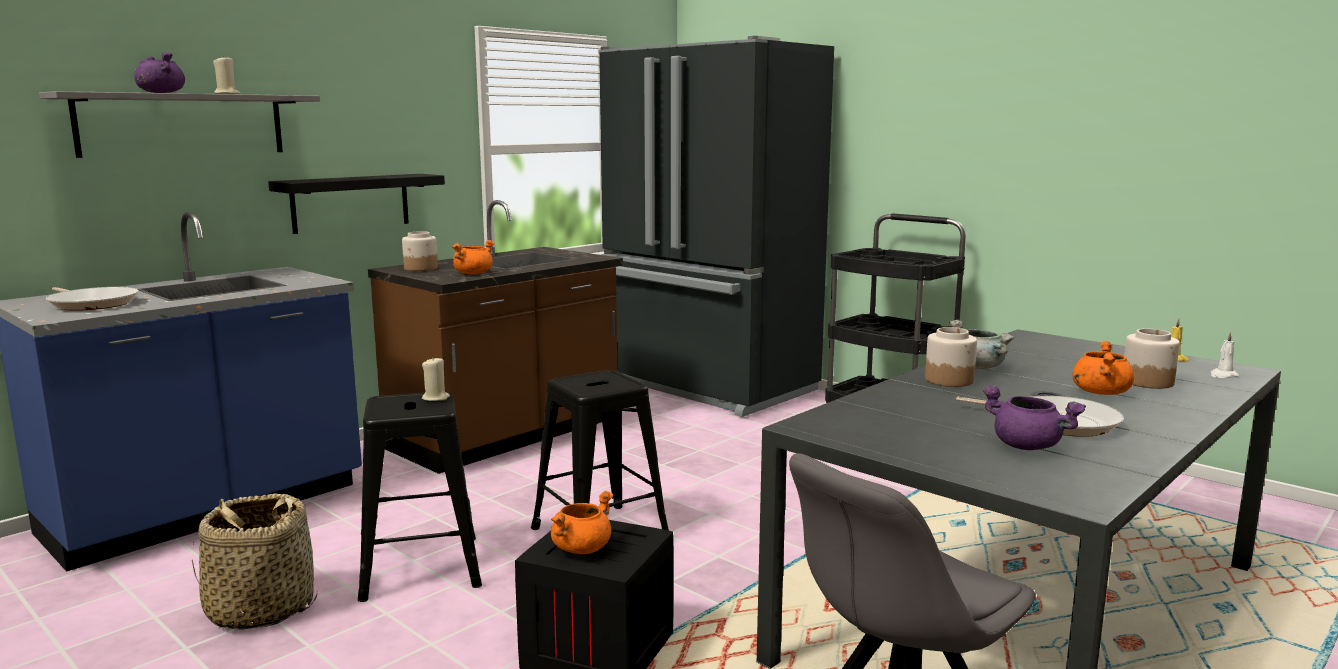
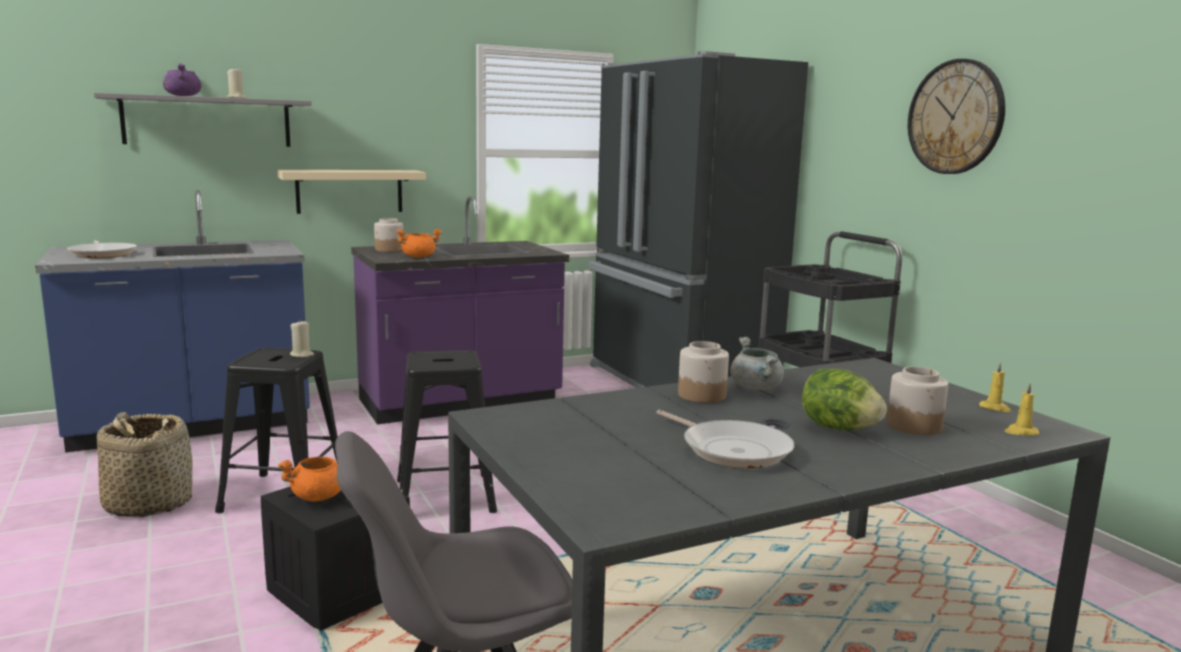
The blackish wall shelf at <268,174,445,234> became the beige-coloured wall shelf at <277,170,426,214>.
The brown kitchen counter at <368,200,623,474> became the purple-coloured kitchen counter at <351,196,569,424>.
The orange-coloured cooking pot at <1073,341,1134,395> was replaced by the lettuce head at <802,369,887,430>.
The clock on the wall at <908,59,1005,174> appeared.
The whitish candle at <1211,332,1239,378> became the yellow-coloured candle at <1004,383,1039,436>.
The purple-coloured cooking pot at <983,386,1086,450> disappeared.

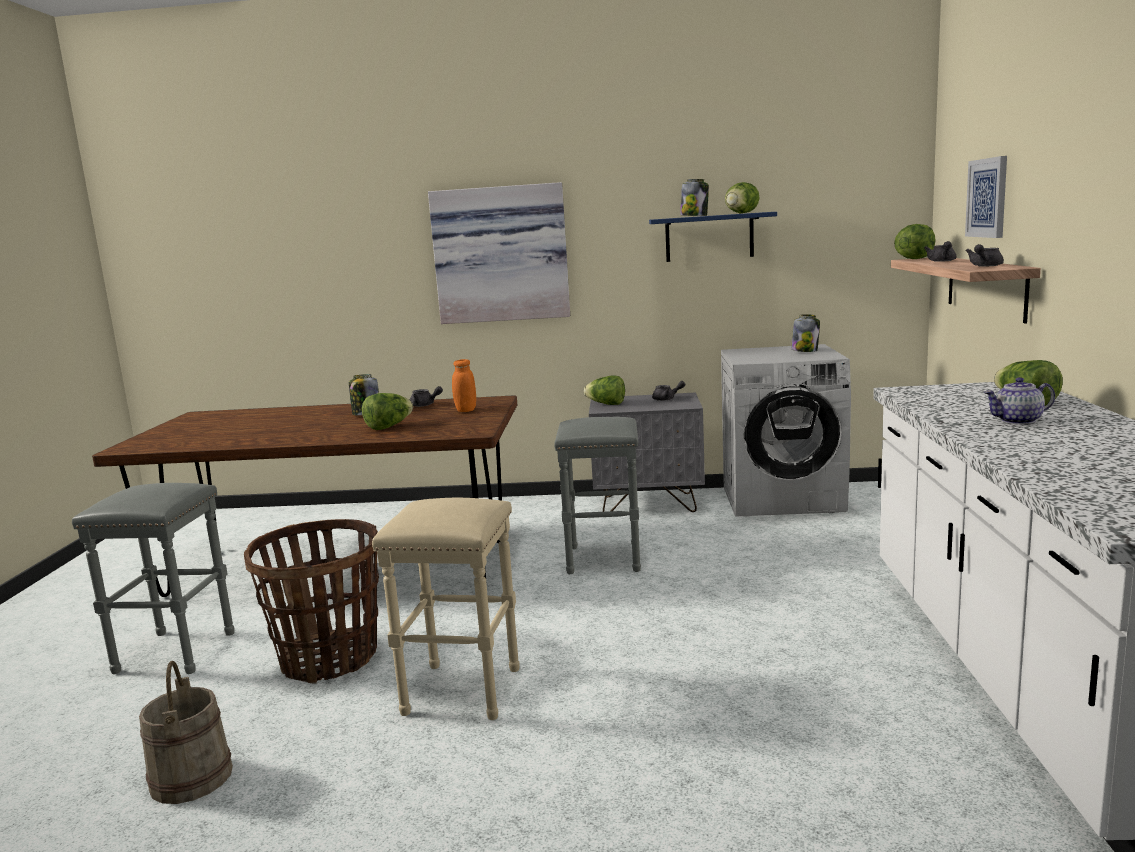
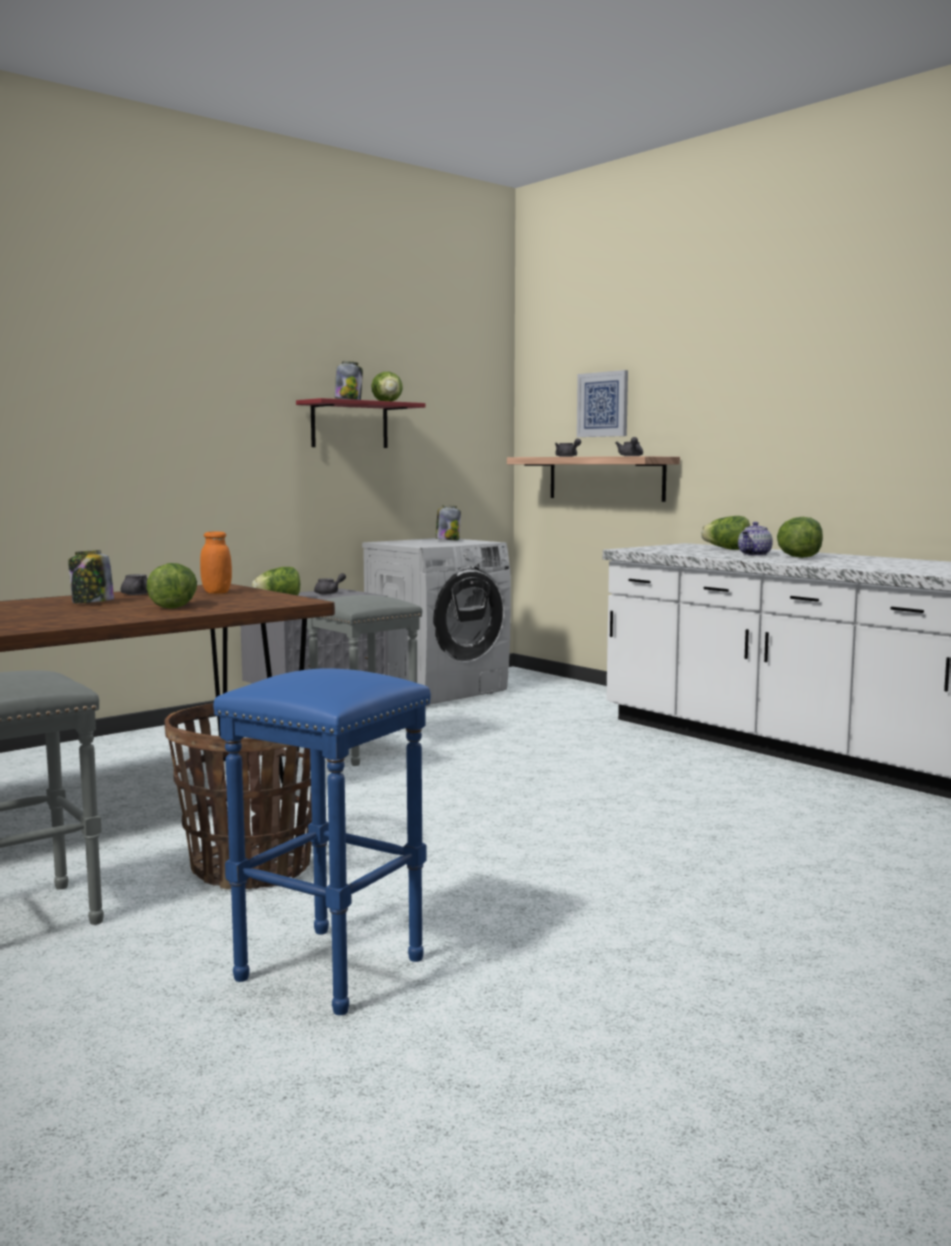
The beige-coloured water bucket at <139,661,233,804> was replaced by the blue stool seat at <213,668,431,1015>.
The blue wall shelf at <649,212,777,262> became the reddish wall shelf at <296,398,426,448>.
The lettuce head moved from <894,224,936,259> to <777,517,823,558>.
The beige-coloured stool seat at <372,498,520,720> disappeared.
The picture at <428,182,570,324> disappeared.

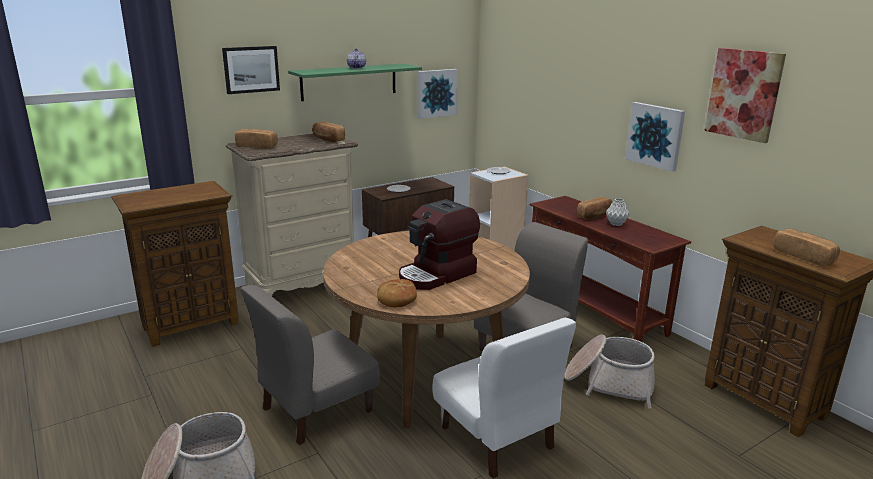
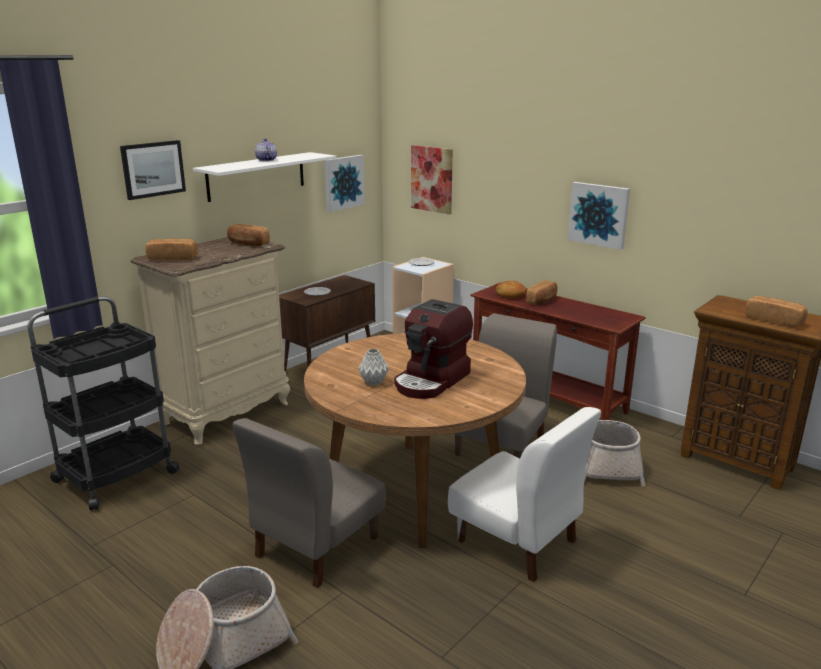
The brown cabinet at <111,181,239,347> was replaced by the blackish wheeled cart at <28,296,180,511>.
The green wall shelf at <288,64,422,101> became the whitish wall shelf at <193,152,336,202>.
The grey flower vase moved from <606,198,630,226> to <358,349,389,386>.
The picture moved from <705,48,786,143> to <411,145,453,214>.
The bread moved from <377,279,417,307> to <496,281,526,299>.

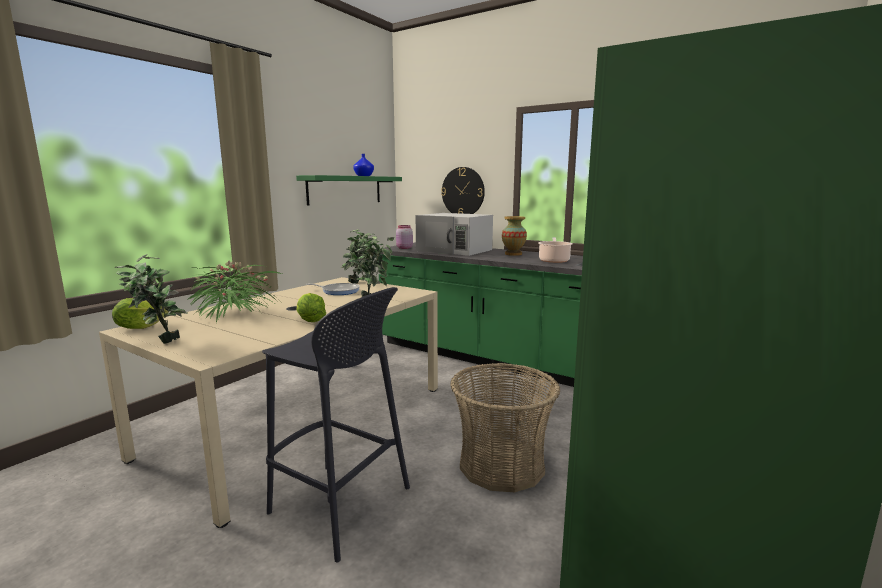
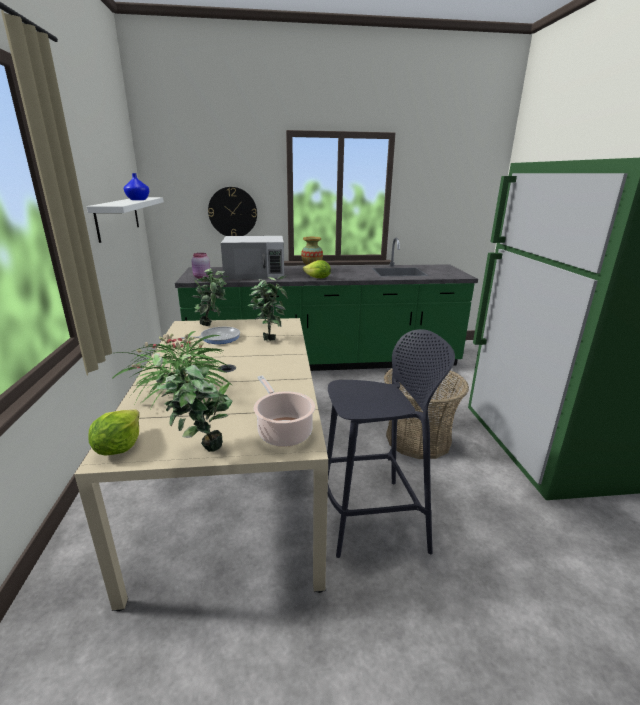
The green wall shelf at <296,175,402,205> became the whitish wall shelf at <87,197,164,243>.
The cooking pot moved from <538,237,573,263> to <254,376,315,447>.
The lettuce head moved from <296,293,326,322> to <303,260,331,278>.

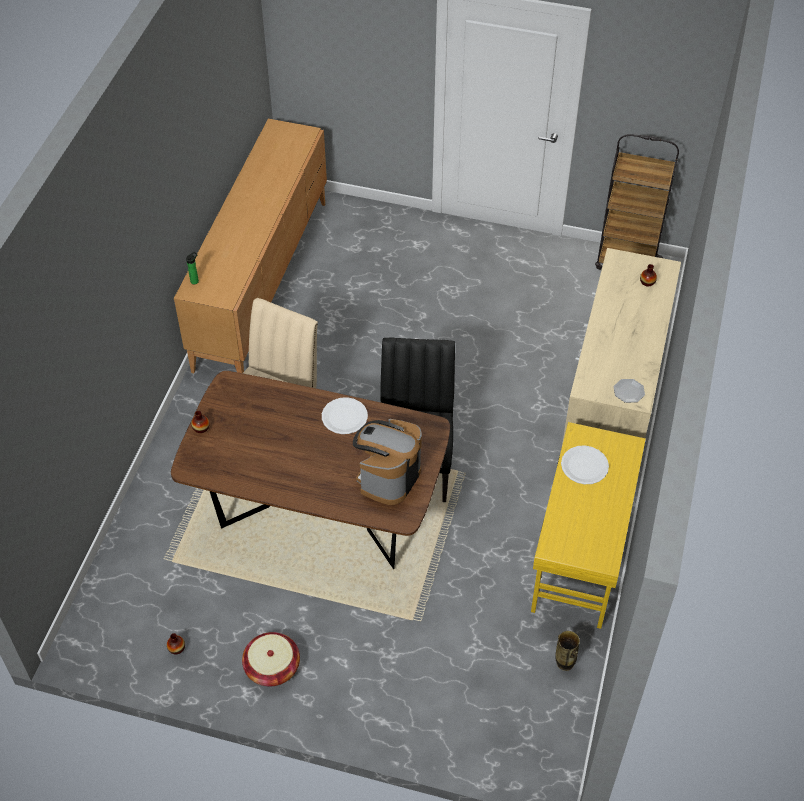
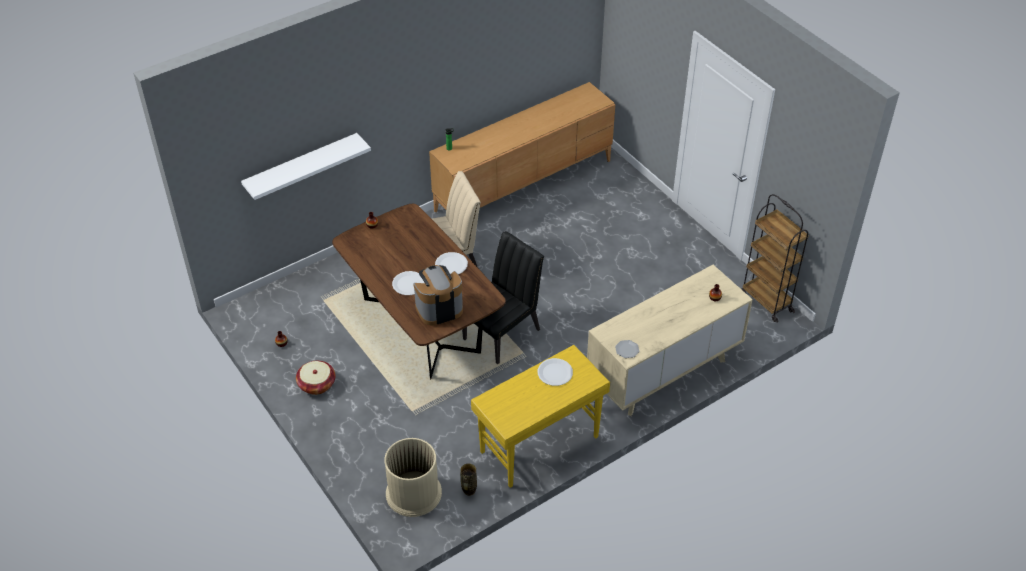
The whitish wall shelf at <241,133,371,200> appeared.
The beige-coloured trash can at <384,438,442,517> appeared.
The whitish dinner plate at <392,271,425,295> appeared.

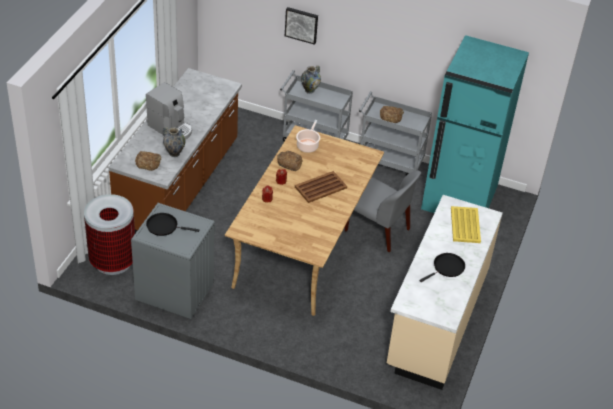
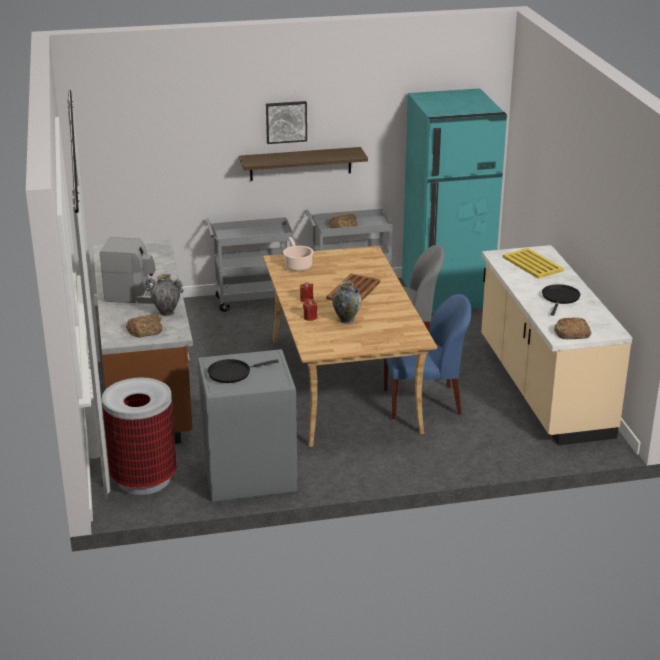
The wall shelf at <239,147,368,181> appeared.
The picture moved from <285,7,318,45> to <266,101,307,144>.
The flower vase moved from <301,66,321,94> to <332,280,362,324>.
The blue plain chair at <384,294,471,419> appeared.
The bread moved from <277,151,302,171> to <554,317,592,339>.

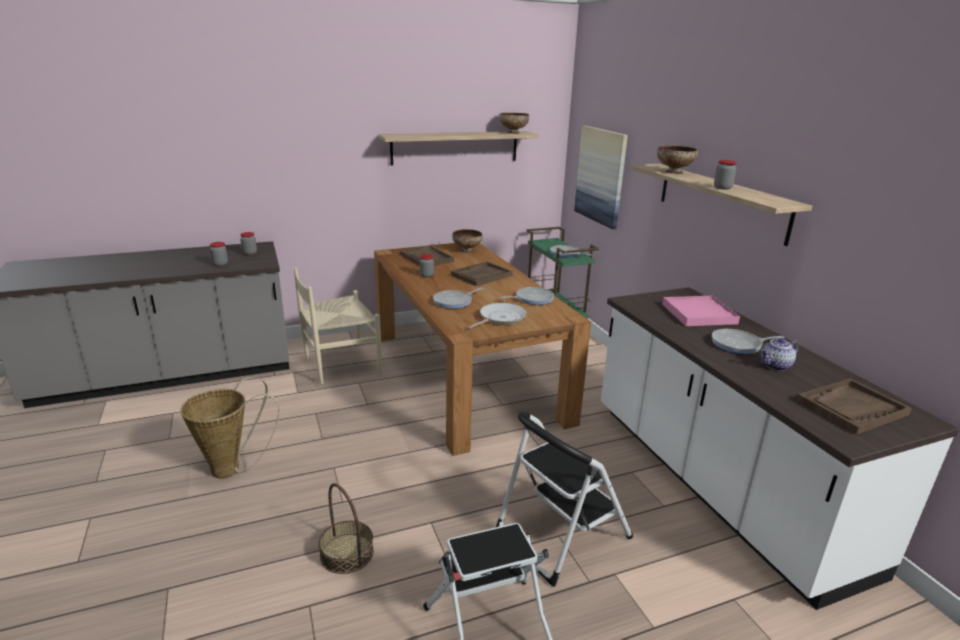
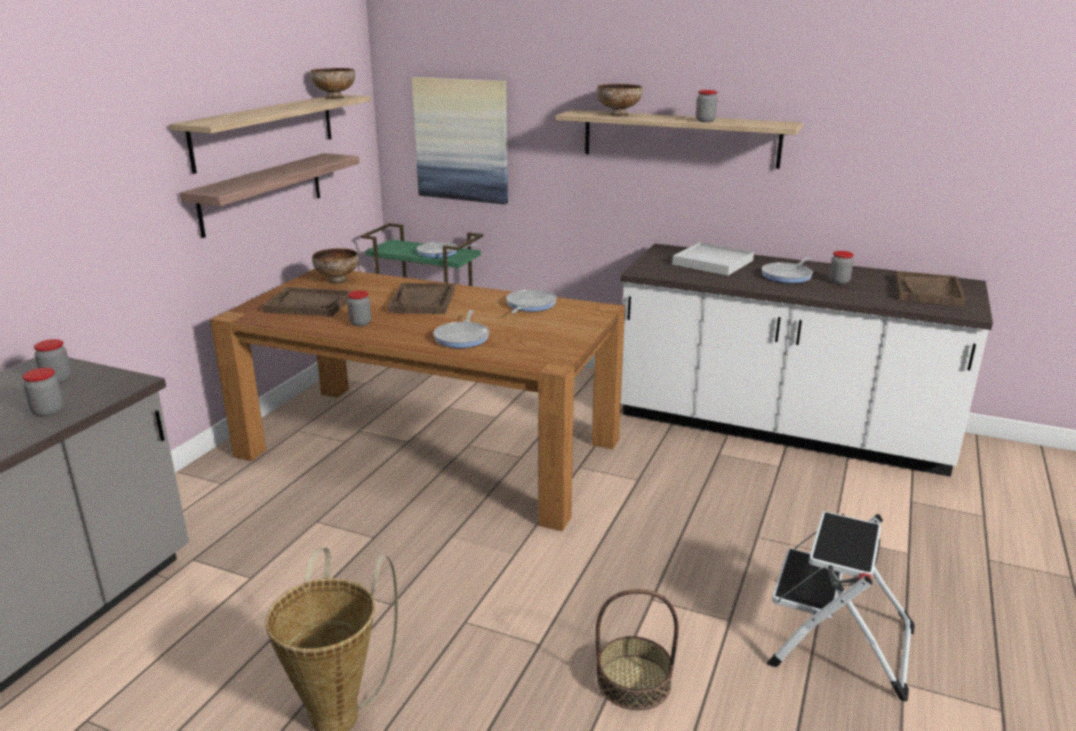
The wall shelf at <180,153,359,238> appeared.
The pinkish carrying tray at <662,296,740,326> became the whitish carrying tray at <672,242,754,276>.
The tea pot at <761,338,799,371> was replaced by the storage jar at <829,251,854,284>.
The beige-coloured plain chair at <294,268,382,384> disappeared.
The skillet at <467,303,526,329> disappeared.
The step ladder at <496,412,633,587> disappeared.

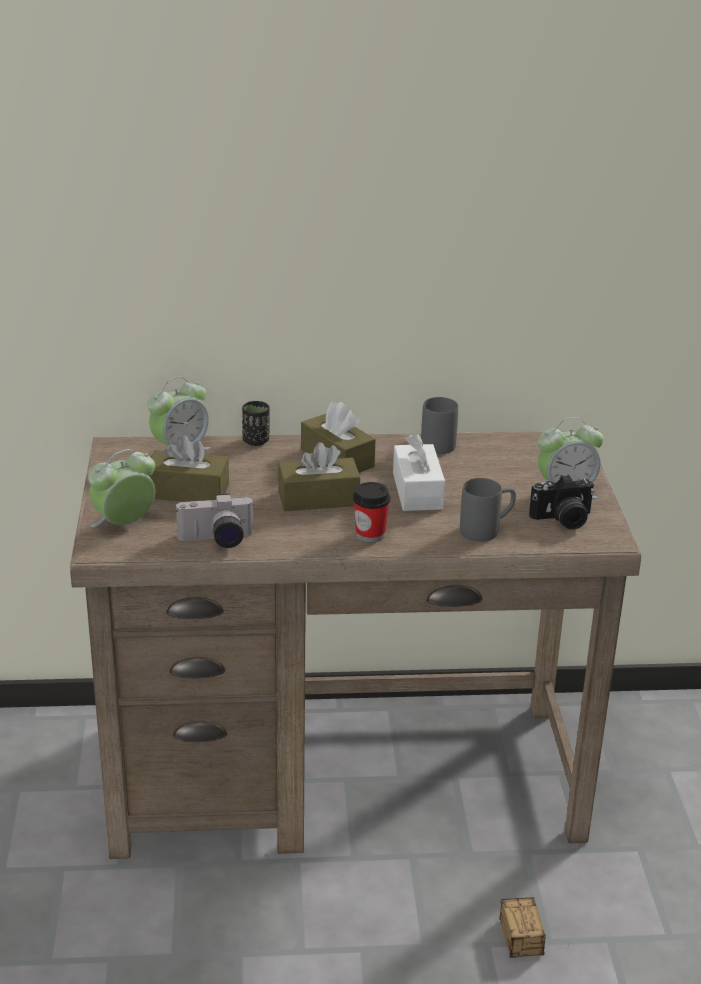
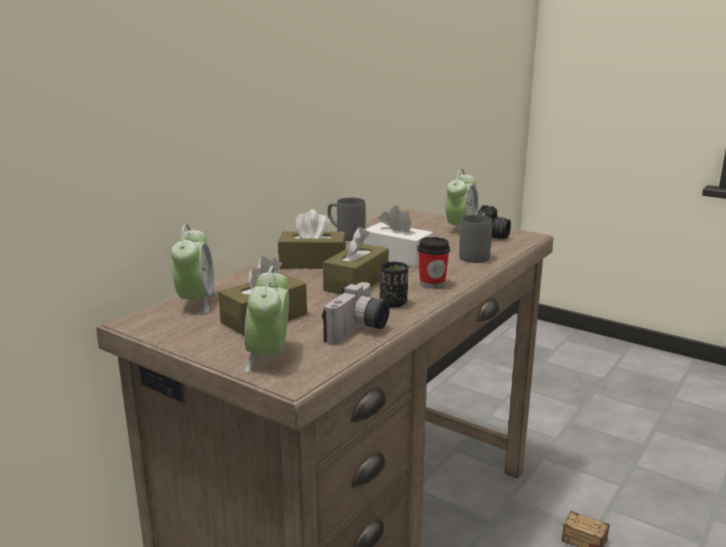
The blackish cup moved from <242,401,270,446> to <380,262,408,308>.

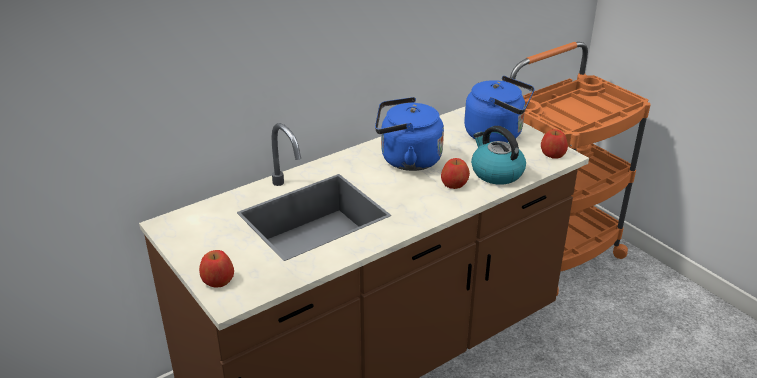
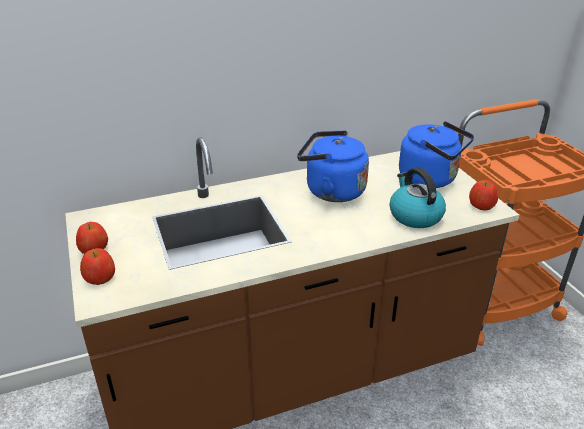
The apple fruit moved from <441,158,470,189> to <76,222,108,254>.

